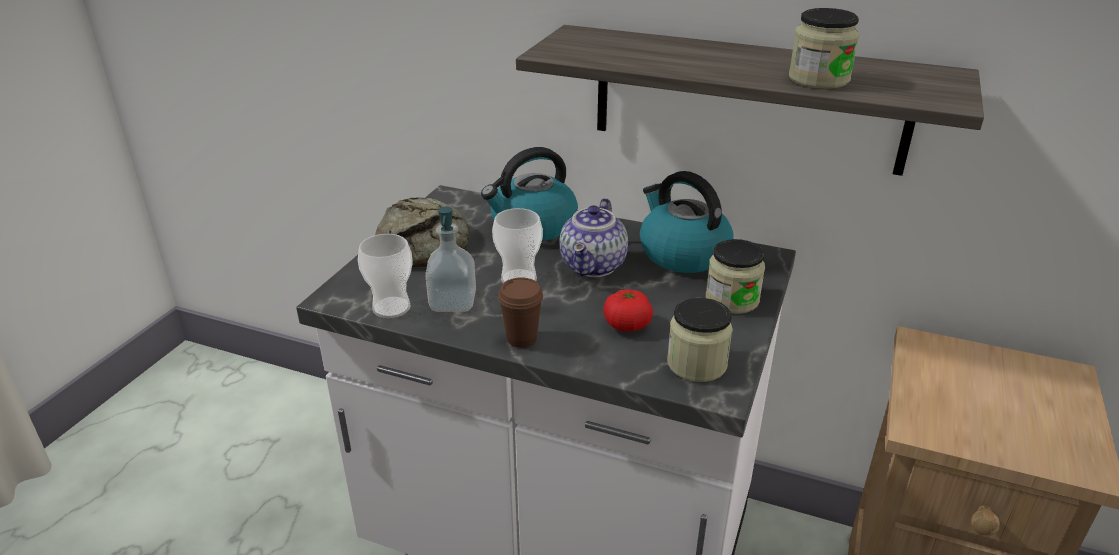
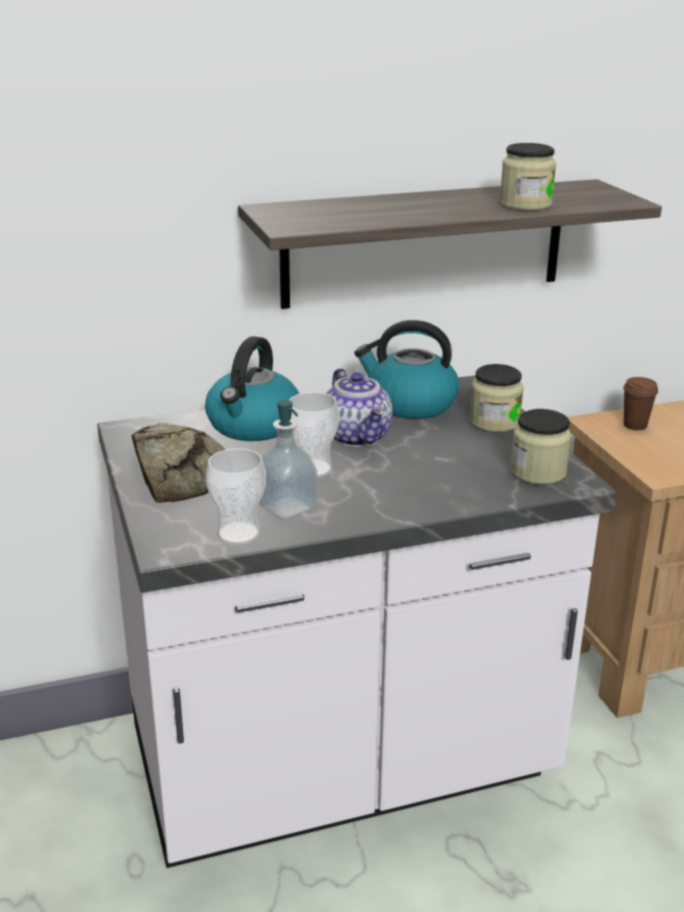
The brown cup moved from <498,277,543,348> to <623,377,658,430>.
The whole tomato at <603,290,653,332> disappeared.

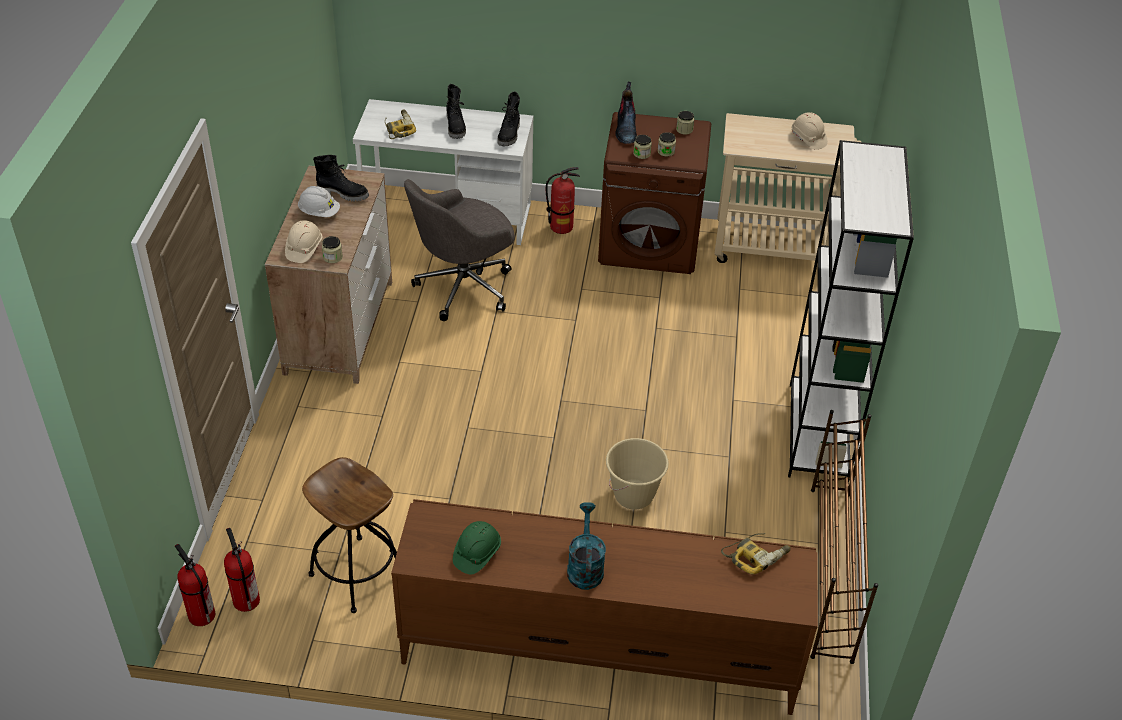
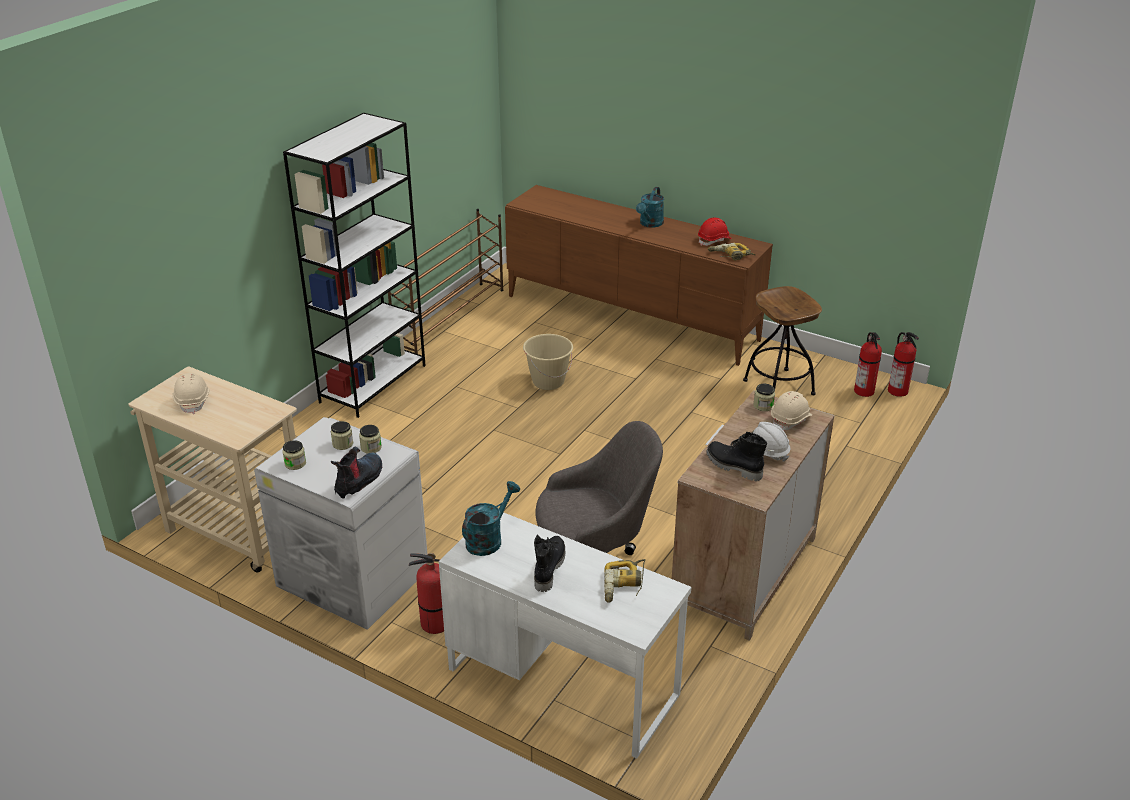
The brown washing machine at <598,112,711,274> became the whitish washing machine at <254,417,427,630>.
The blackish tall boot at <498,92,520,146> was replaced by the blue-green sprinkling can at <462,481,520,556>.
The green hard hat at <453,521,501,574> became the reddish hard hat at <698,218,732,246>.
The drill moved from <721,533,791,574> to <708,243,756,261>.

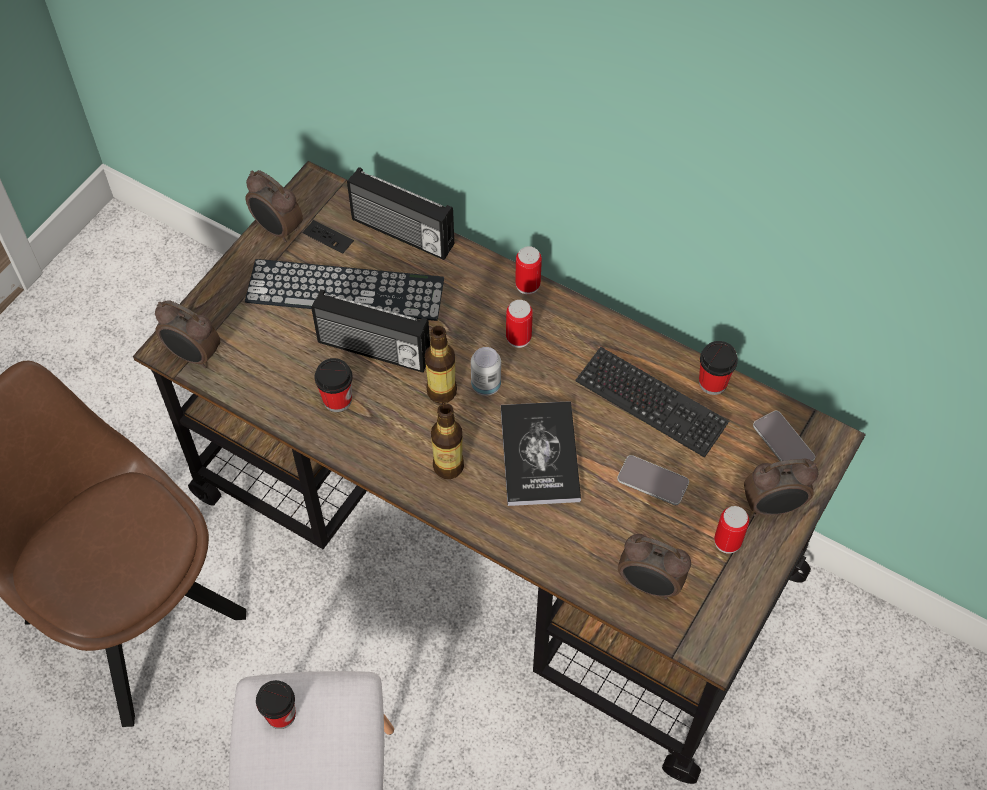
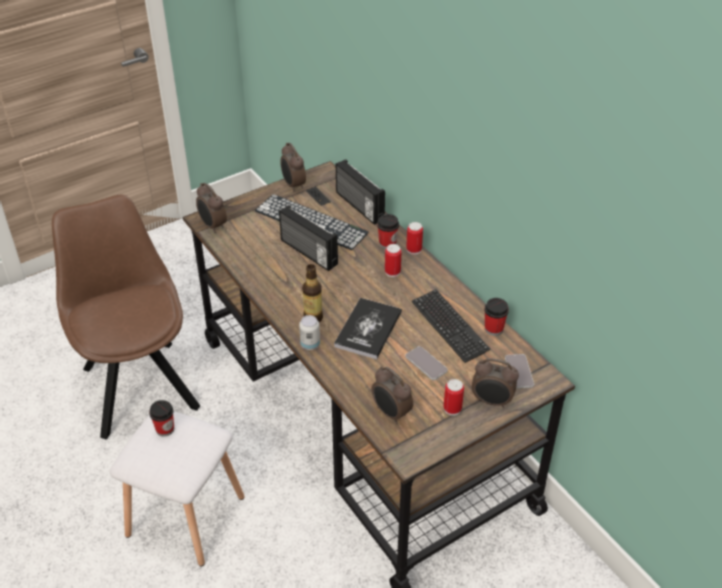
The metal can moved from <471,347,501,396> to <299,315,320,350>.
The cup moved from <315,358,353,412> to <377,214,399,249>.
The beverage bottle at <425,326,457,404> disappeared.

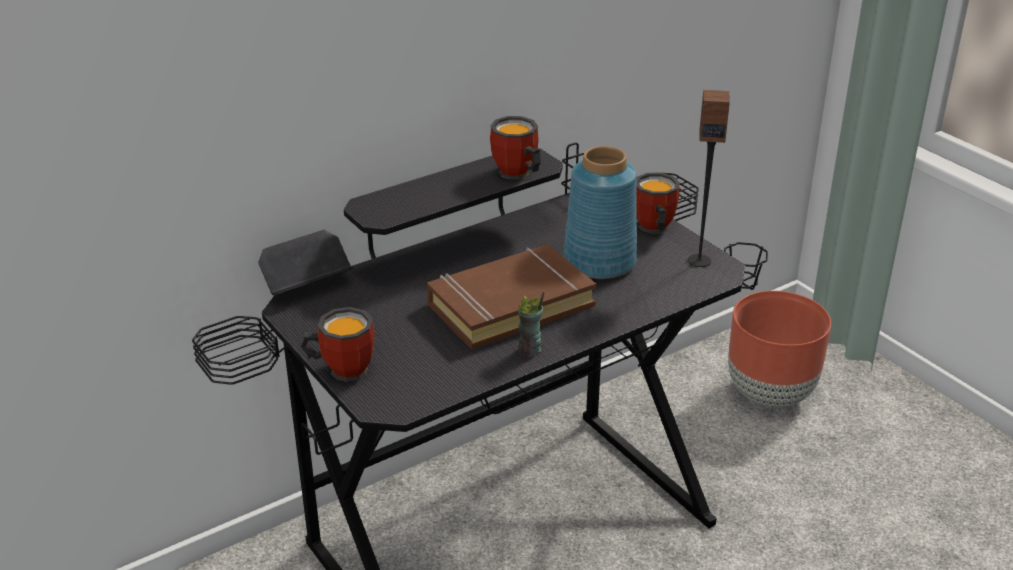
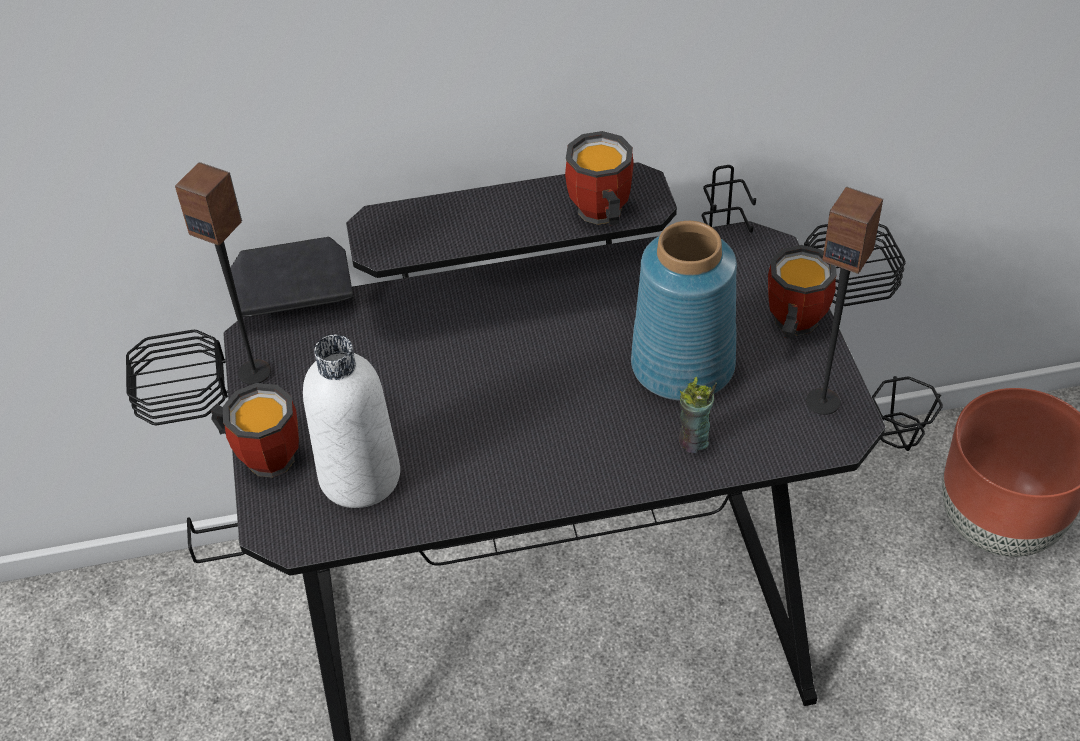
The audio speaker at <175,162,271,385> appeared.
The whitish beverage bottle at <303,334,400,508> appeared.
The cup moved from <518,291,544,357> to <679,376,717,453>.
The brown book at <427,244,596,350> disappeared.

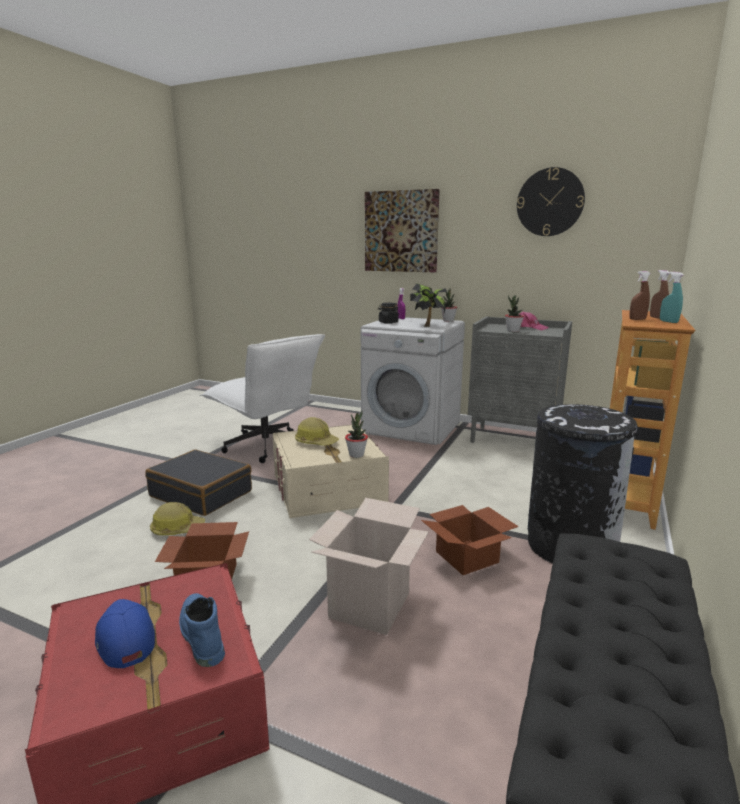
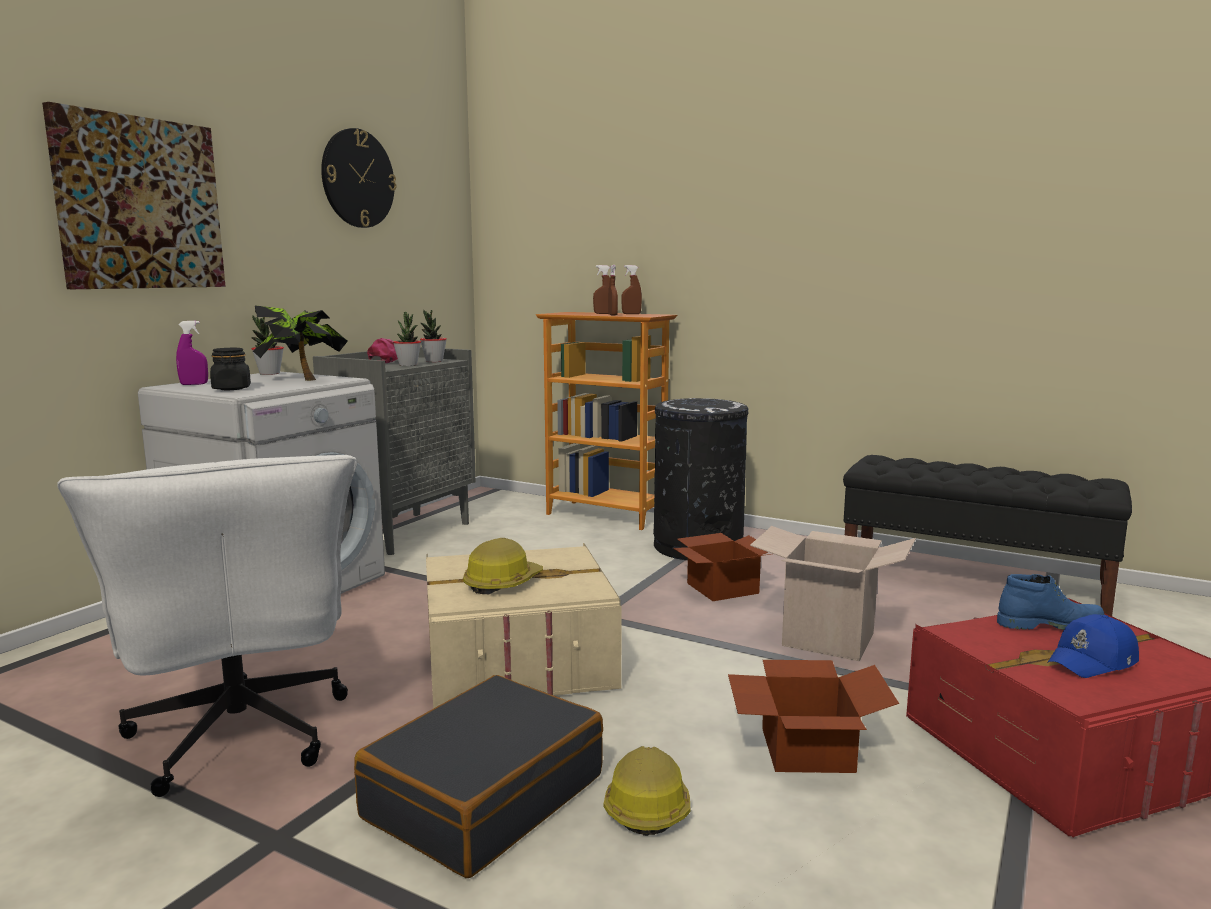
The whitish office chair at <200,334,325,463> turned 105 degrees clockwise.
The plant in a pot moved from <345,411,368,458> to <420,310,447,362>.
The blue-green hand sprayer at <660,272,684,323> became the brown hand sprayer at <621,265,642,314>.
The blue tall boot at <179,593,225,667> turned 150 degrees counterclockwise.

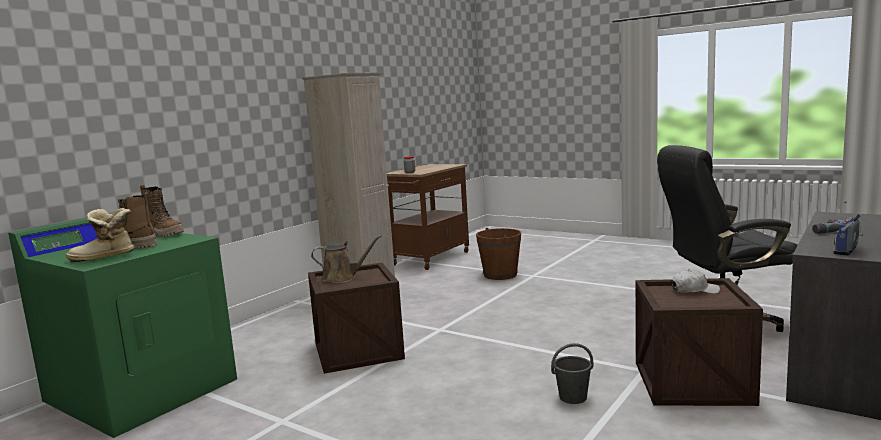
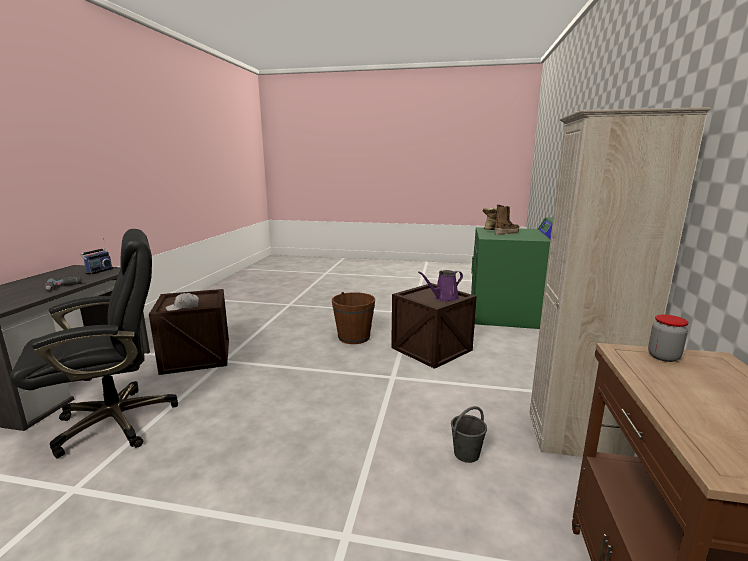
The brown water bucket moved from <476,228,521,280> to <332,292,375,344>.
The brown sprinkling can at <311,235,381,283> became the purple-coloured sprinkling can at <418,270,463,301>.
The grey water bucket moved from <551,343,593,404> to <451,406,487,463>.
The tall boot at <140,185,184,237> disappeared.

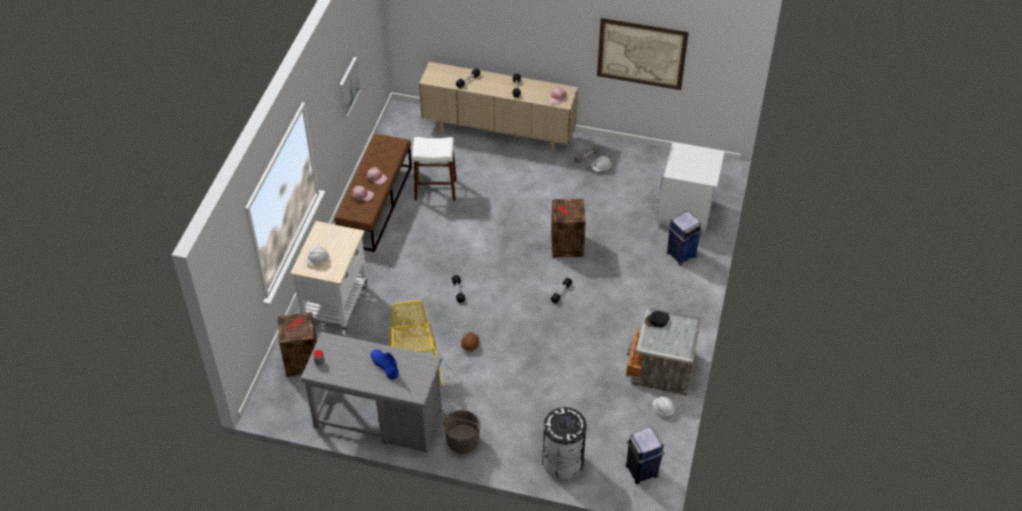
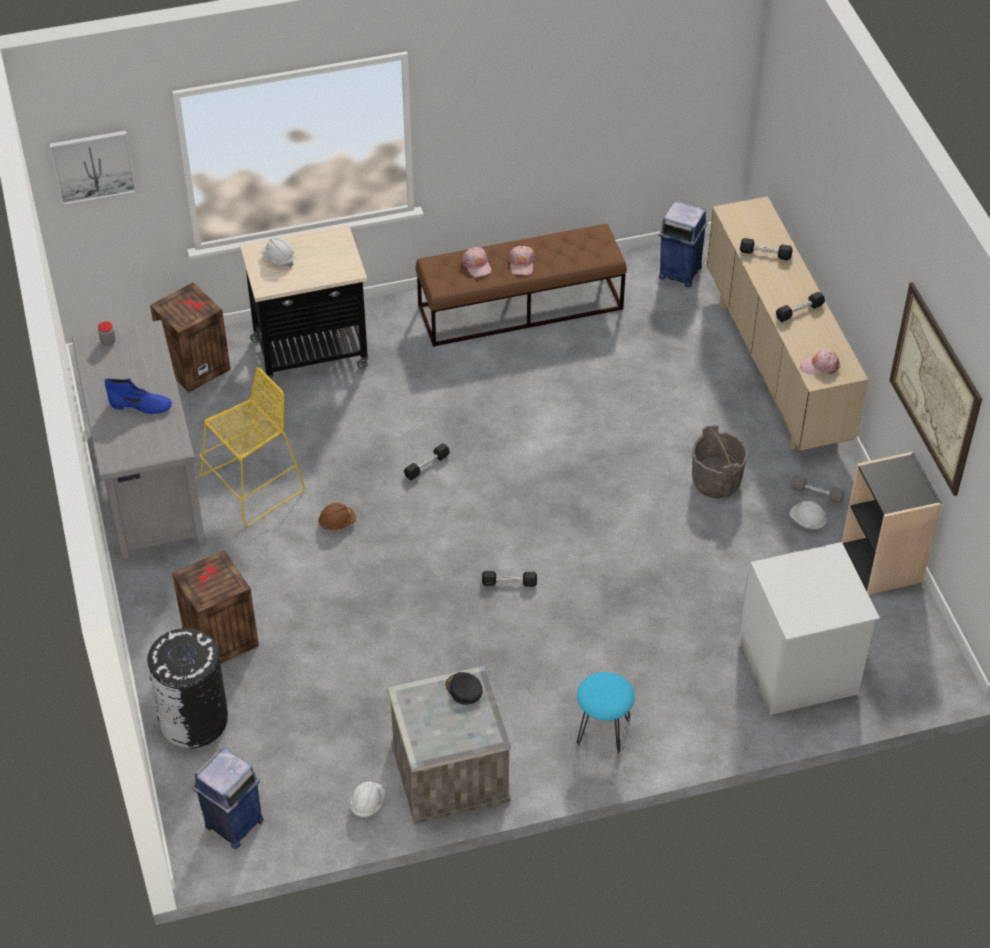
The picture moved from <339,57,361,118> to <49,131,137,206>.
The blue tall boot at <370,349,399,379> turned 75 degrees clockwise.
The crate moved from <551,199,586,257> to <172,550,259,664>.
The whitish wheeled cart at <290,221,368,335> became the blackish wheeled cart at <239,224,368,387>.
The blue-green stool seat at <577,672,635,755> appeared.
The blue trash can moved from <667,211,702,266> to <659,201,708,287>.
The grey water bucket moved from <442,409,481,454> to <692,425,748,499>.
The blackish bookcase at <842,452,942,595> appeared.
The whitish stool seat at <412,137,457,201> disappeared.

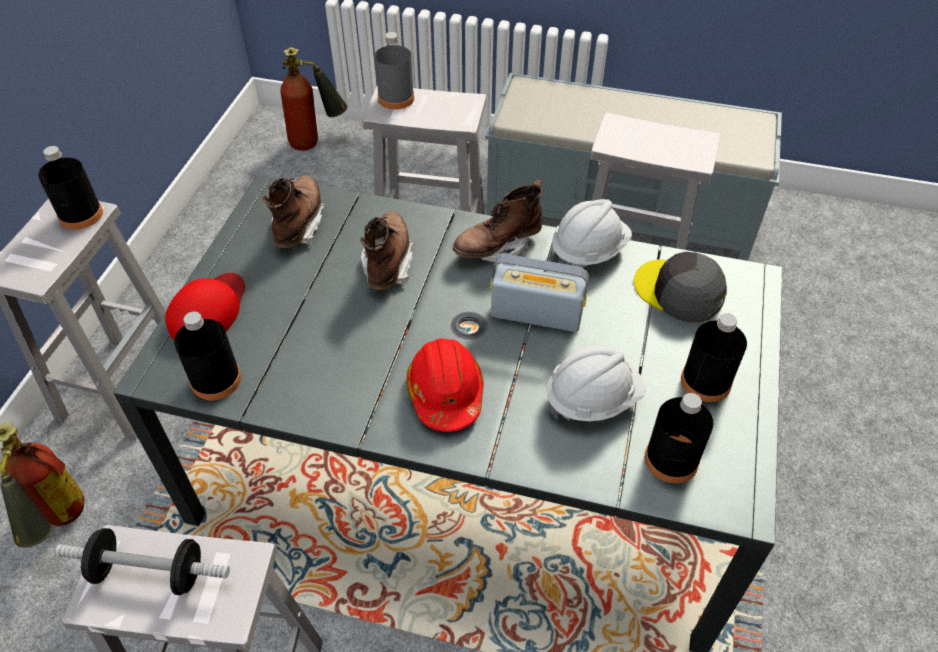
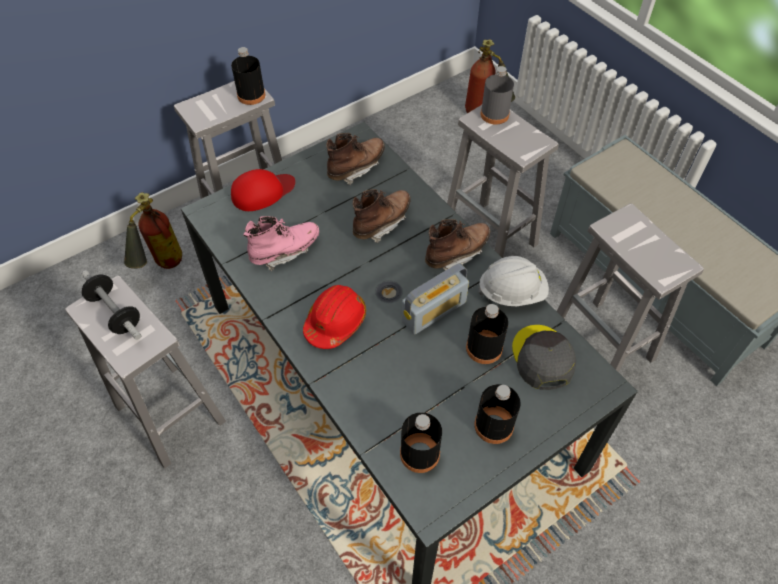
The pinkish tall boot at <243,216,319,271> appeared.
The radio at <490,254,589,332> turned 90 degrees clockwise.
The brown tall boot at <453,179,543,262> turned 135 degrees clockwise.
The blackish beverage bottle moved from <174,312,241,400> to <466,304,508,364>.
The whitish hard hat at <547,345,646,421> disappeared.

